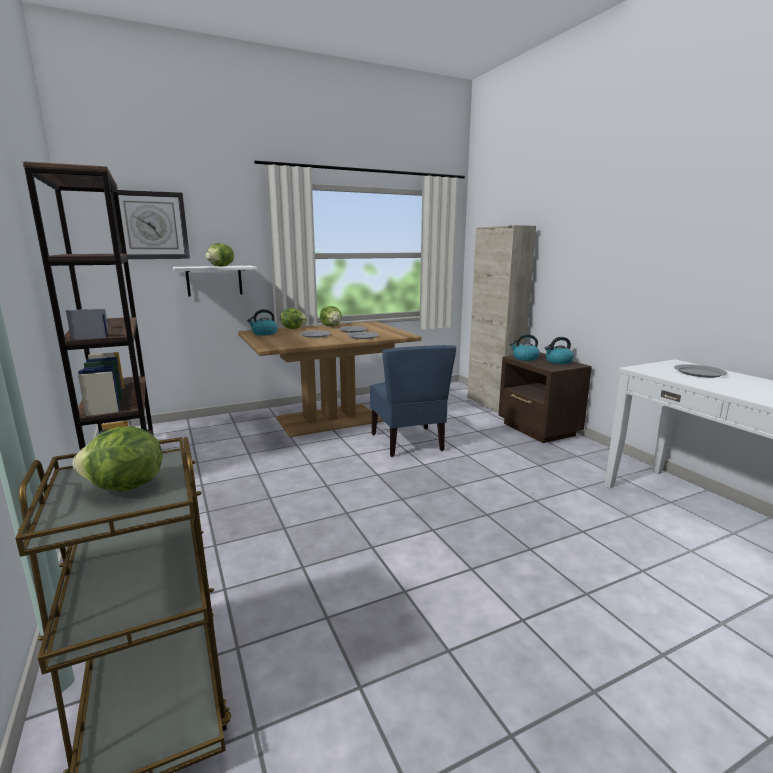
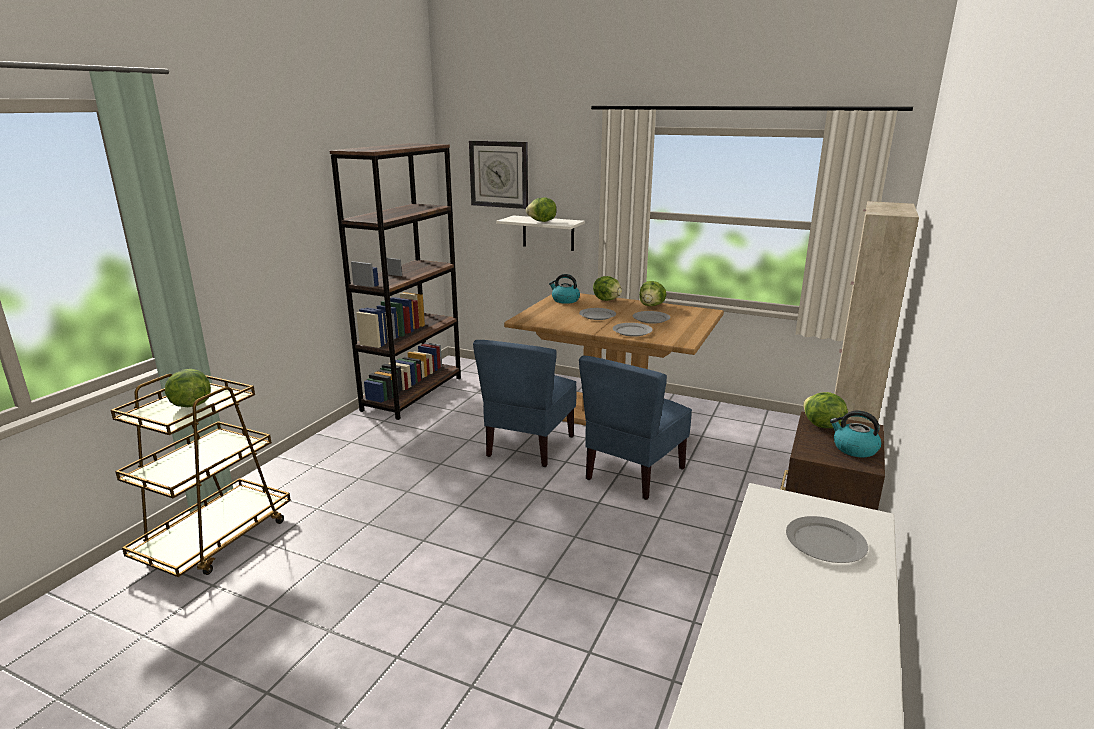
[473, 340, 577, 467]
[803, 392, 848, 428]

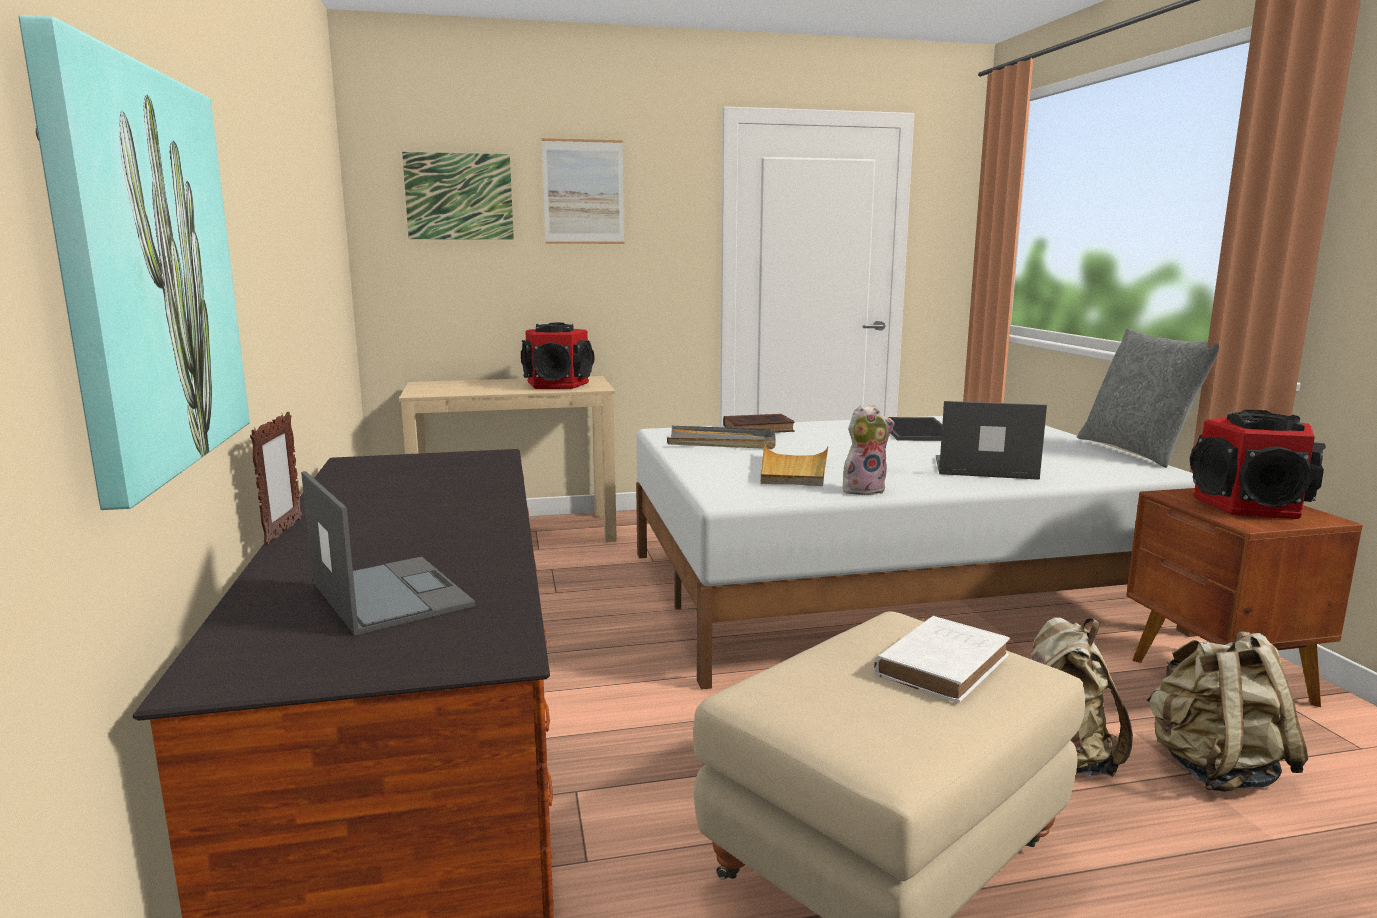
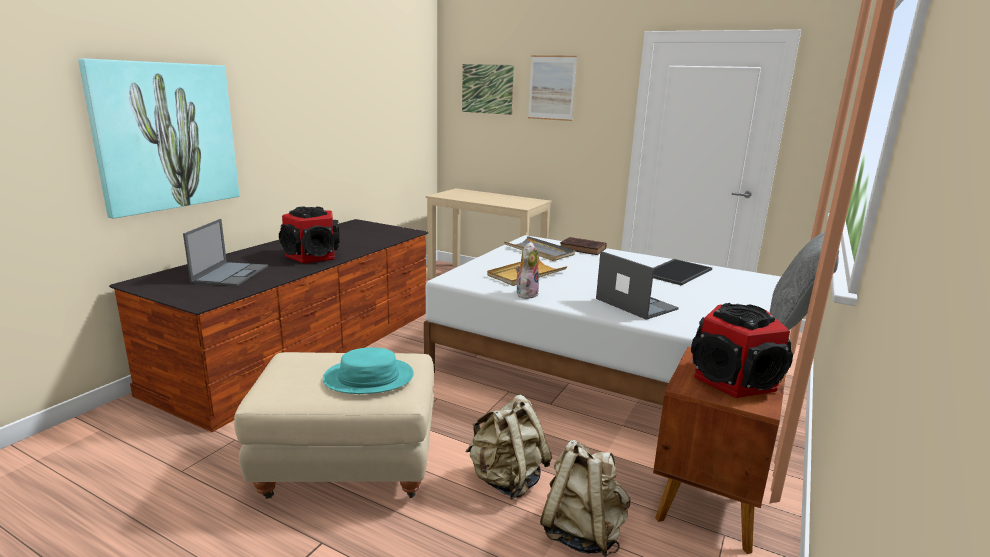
[279, 206, 340, 263]
[323, 347, 414, 394]
[516, 242, 539, 299]
[250, 412, 302, 545] (first image)

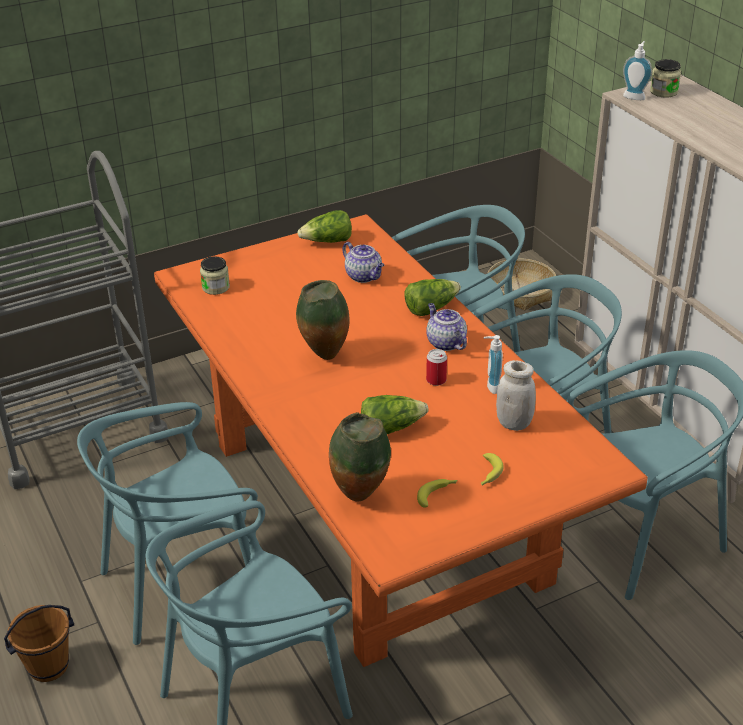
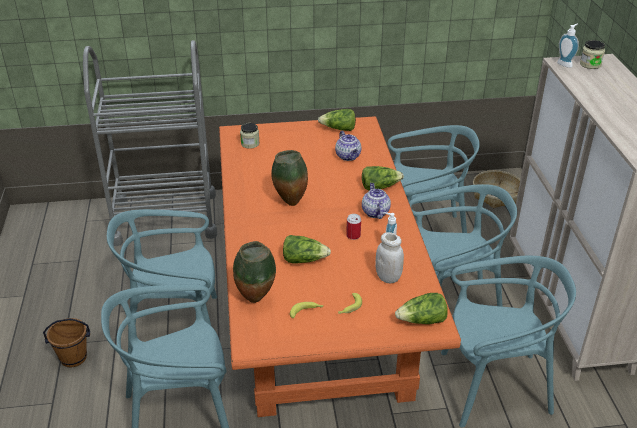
[395, 293, 448, 324]

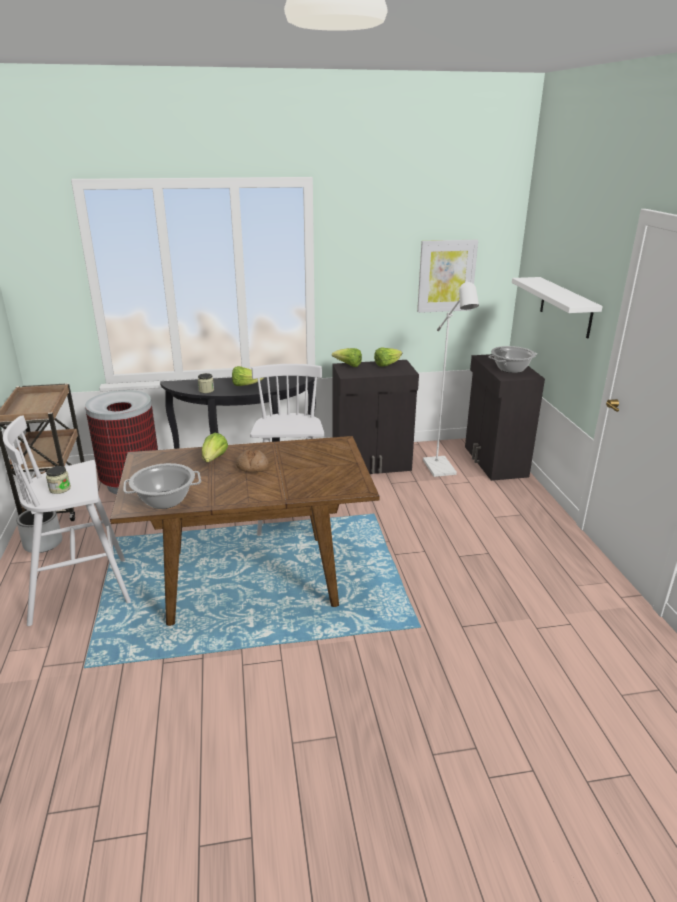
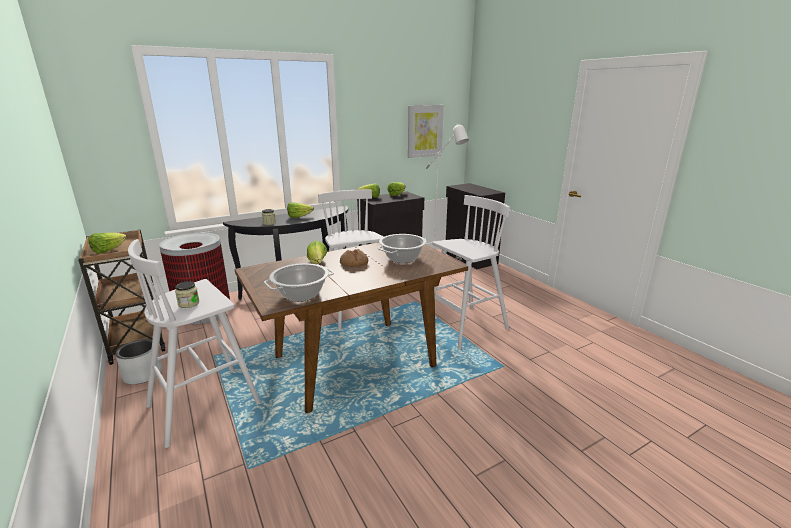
[89, 233, 126, 254]
[378, 234, 427, 263]
[432, 195, 510, 349]
[512, 277, 603, 338] (first image)

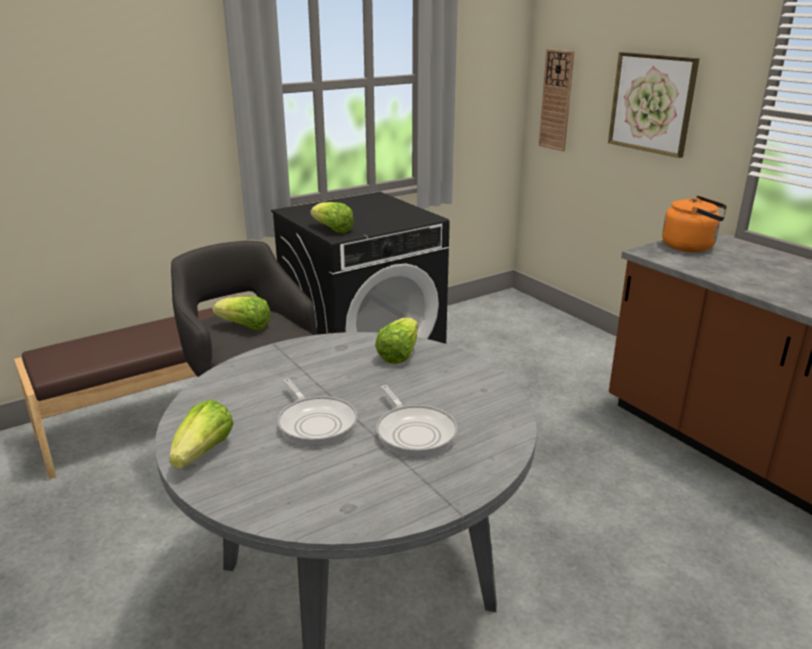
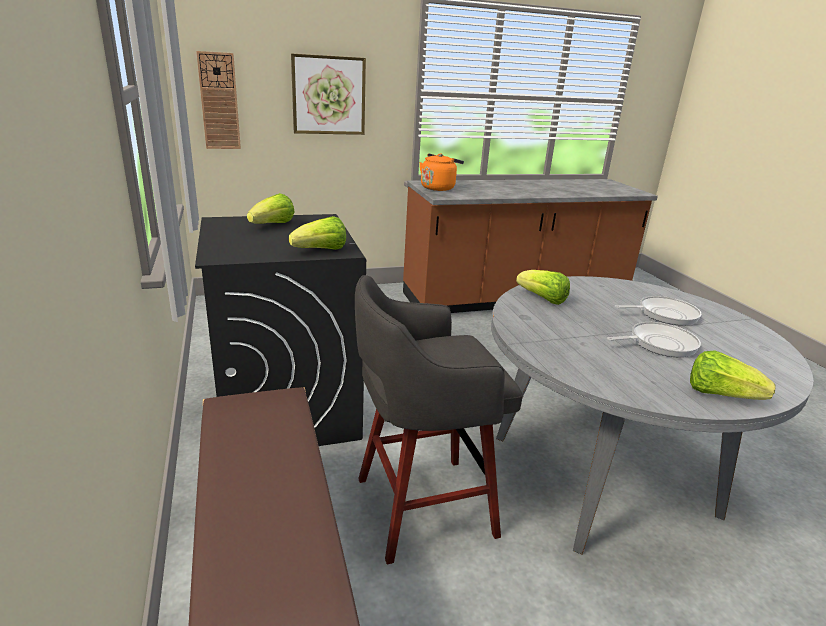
[247, 193, 294, 224]

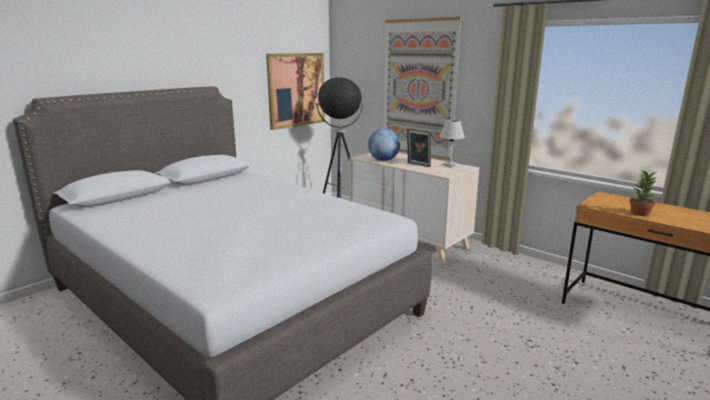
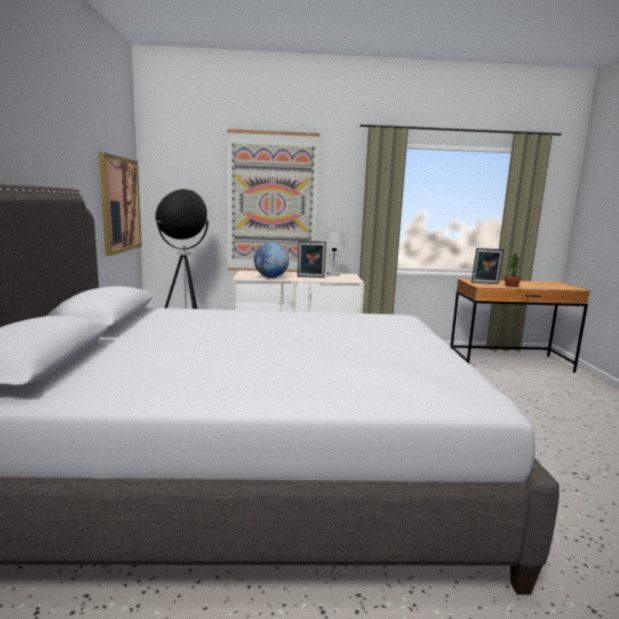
[471, 248, 504, 284]

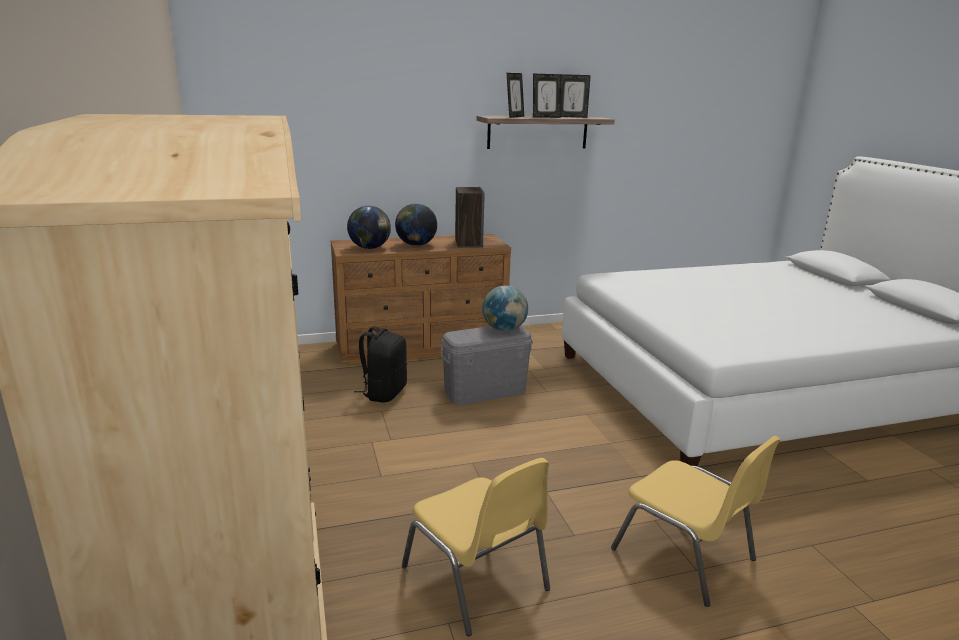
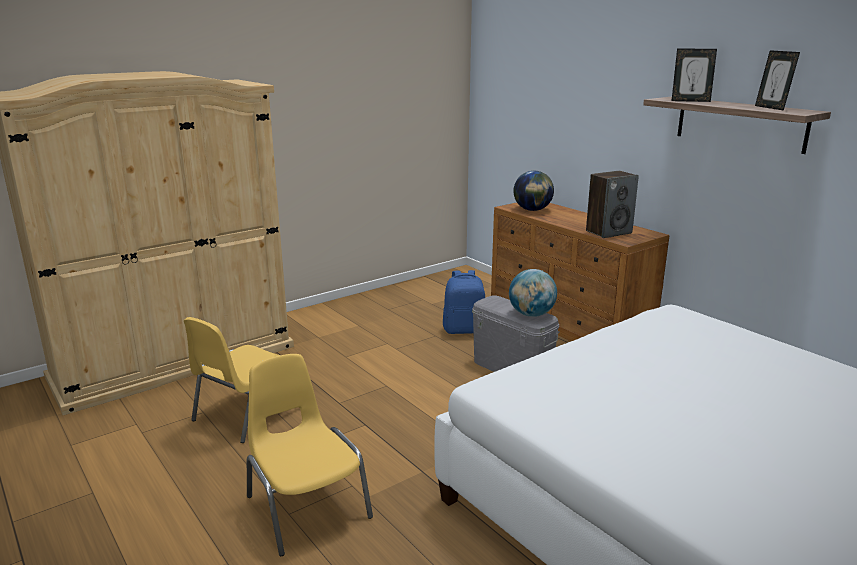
[247, 354, 373, 556]
[443, 270, 485, 334]
[395, 204, 437, 246] (first image)
[533, 74, 561, 118] (first image)

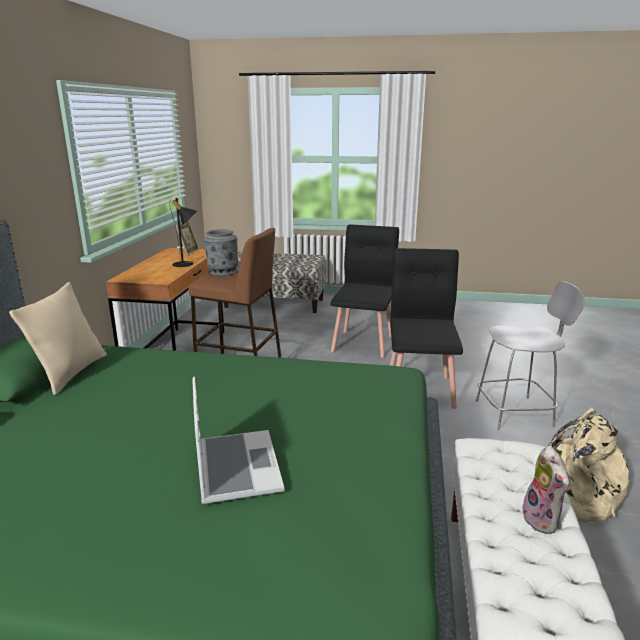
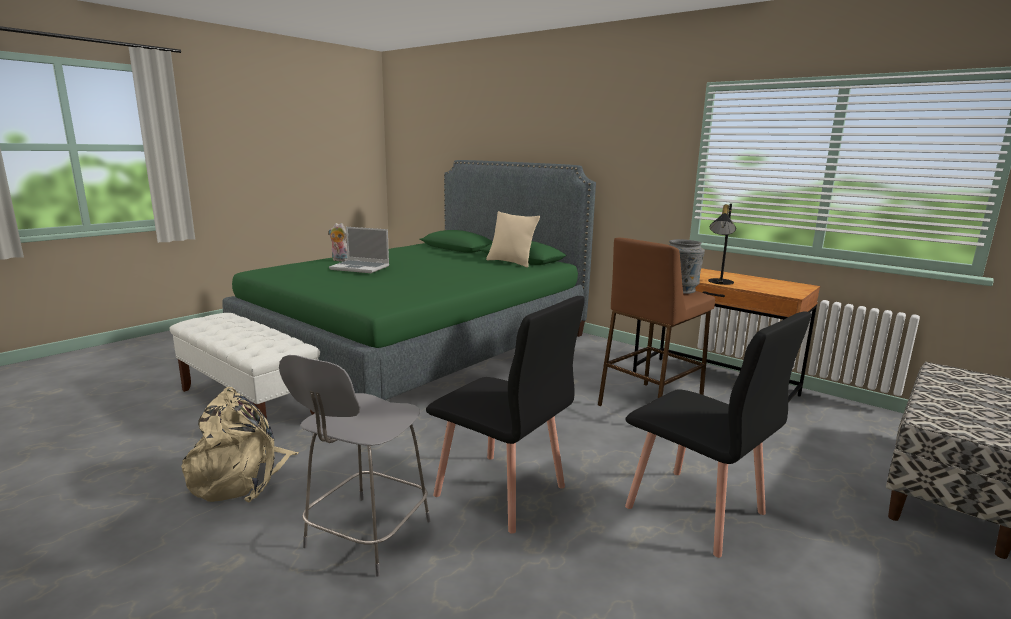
[329, 223, 348, 262]
[175, 220, 199, 255] (first image)

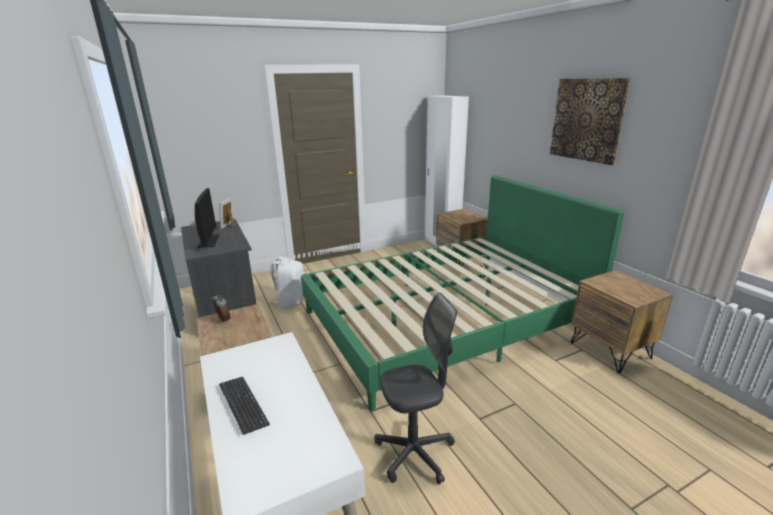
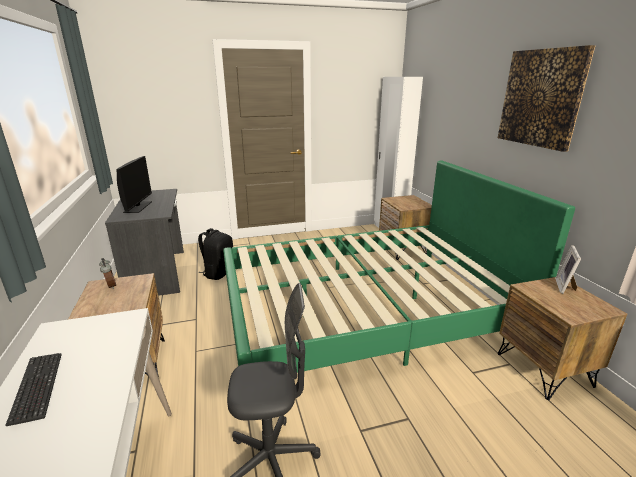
[198, 228, 233, 280]
[555, 245, 581, 294]

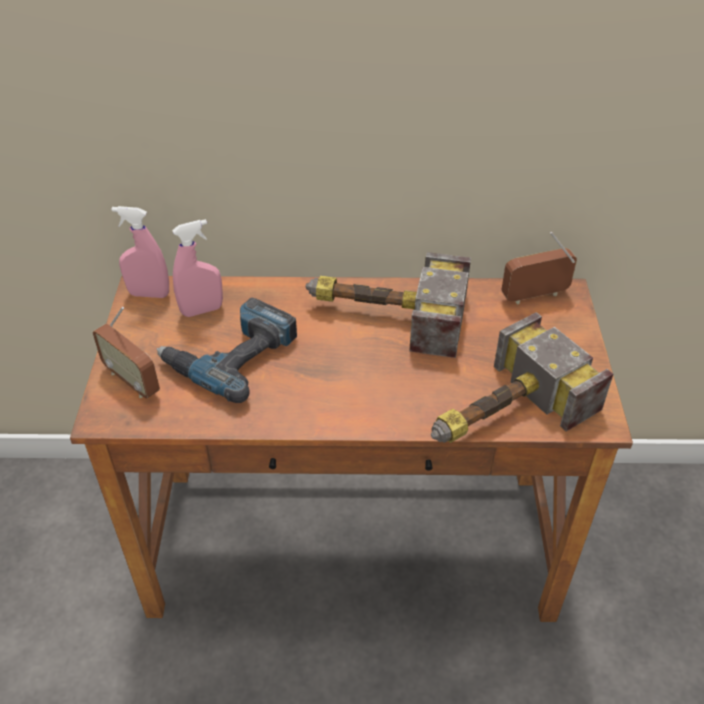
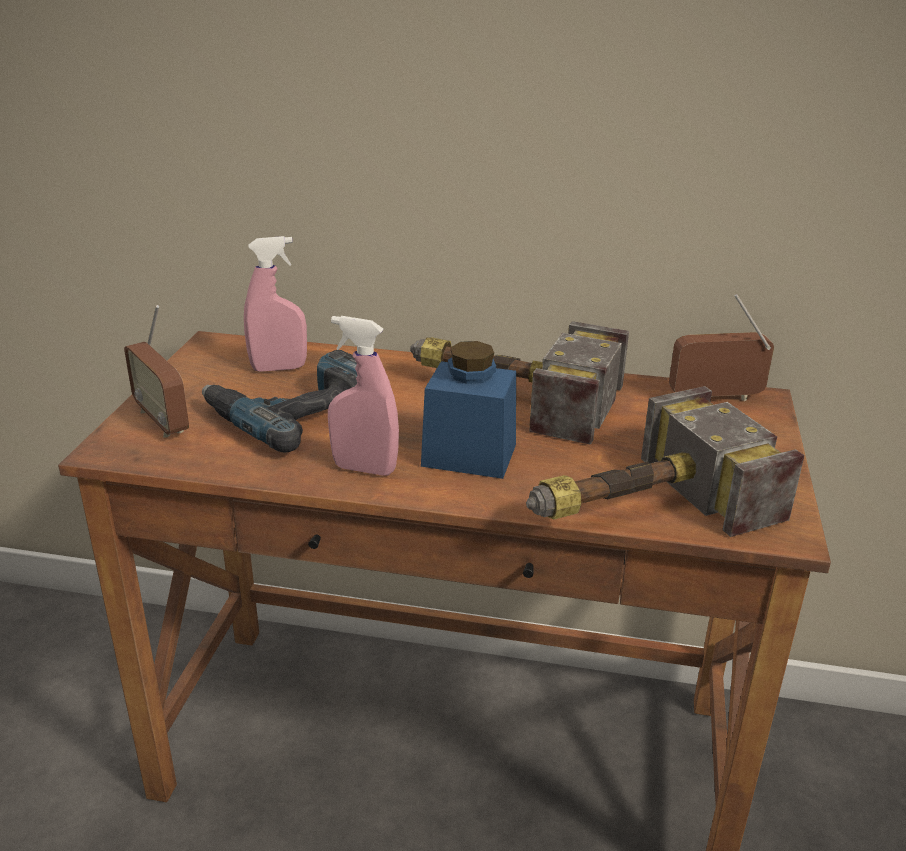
[328, 316, 399, 476]
[421, 341, 516, 479]

